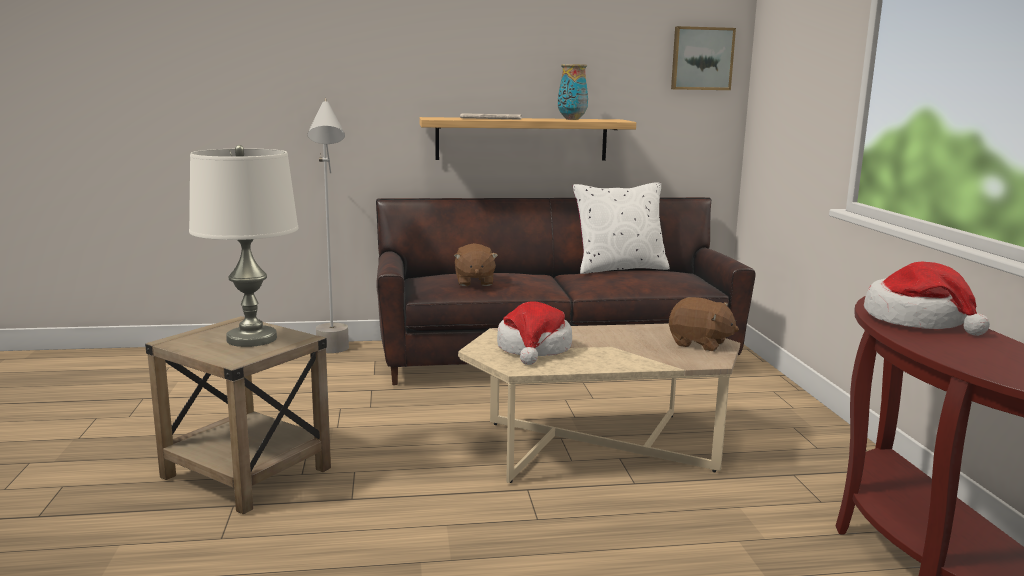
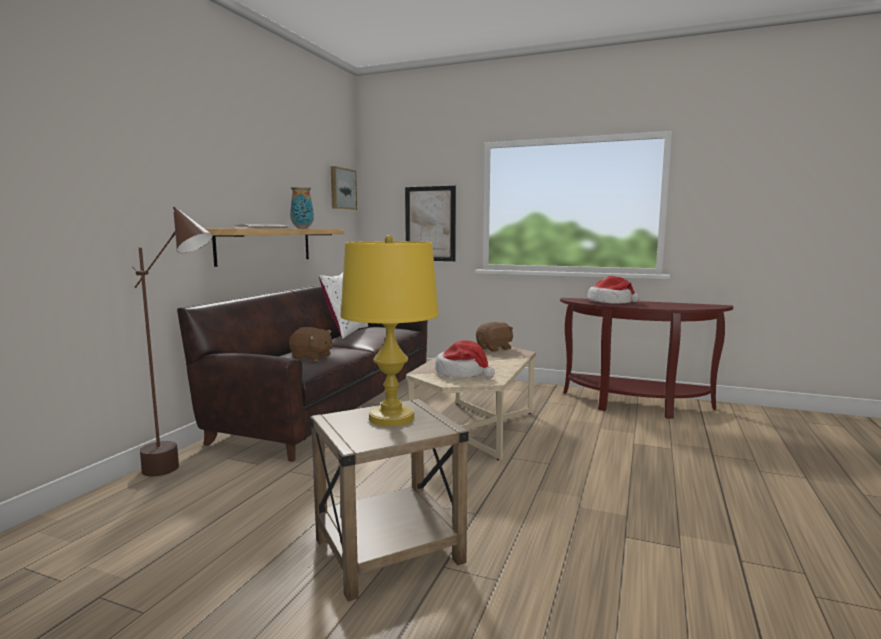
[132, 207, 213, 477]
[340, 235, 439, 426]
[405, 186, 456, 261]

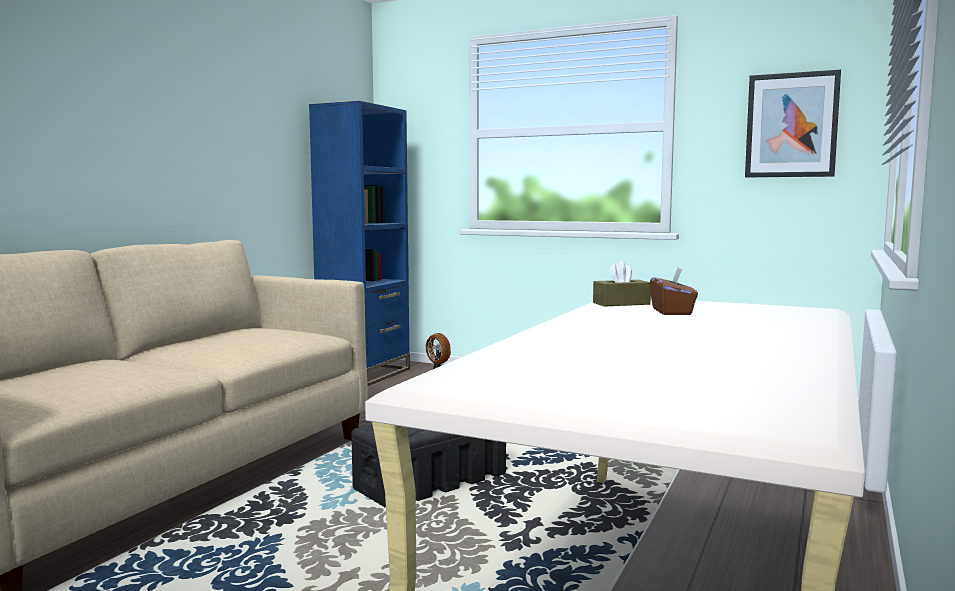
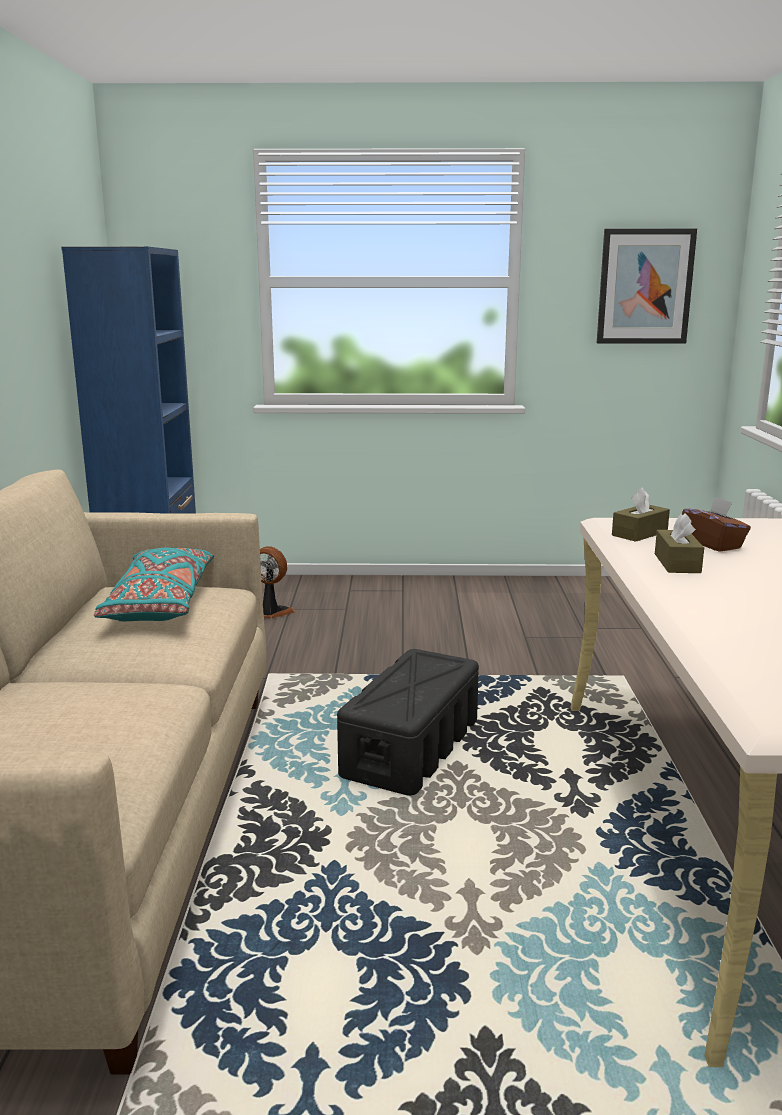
[94, 548, 215, 622]
[655, 513, 704, 573]

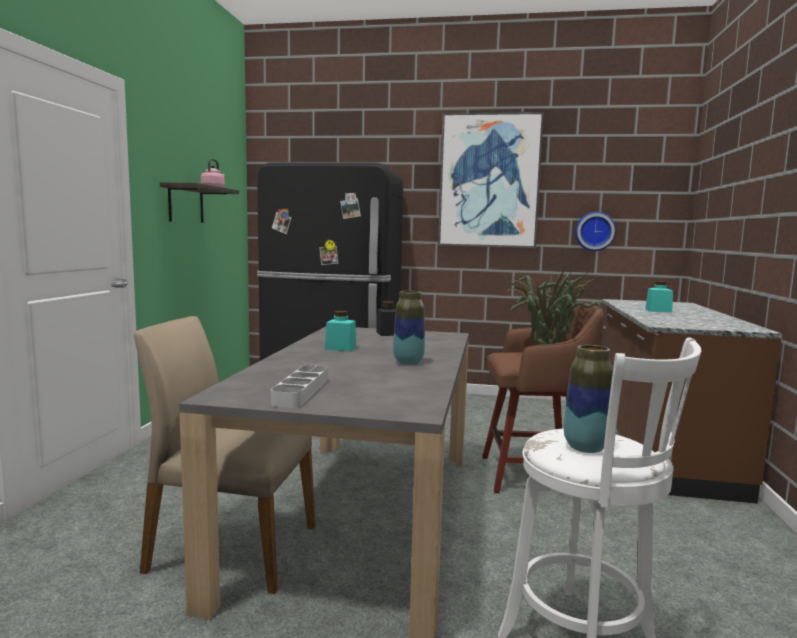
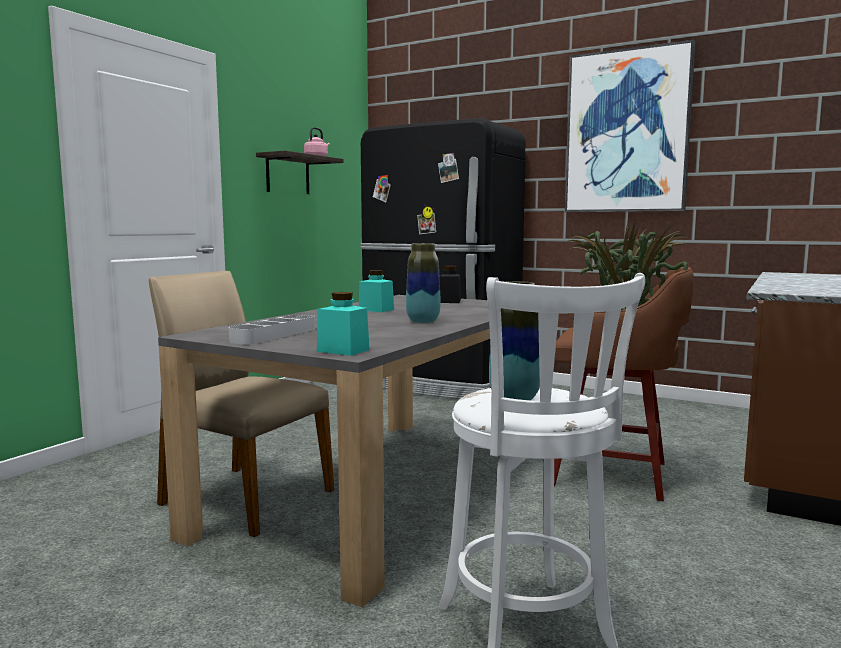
[317, 292, 370, 356]
[575, 212, 616, 251] (first image)

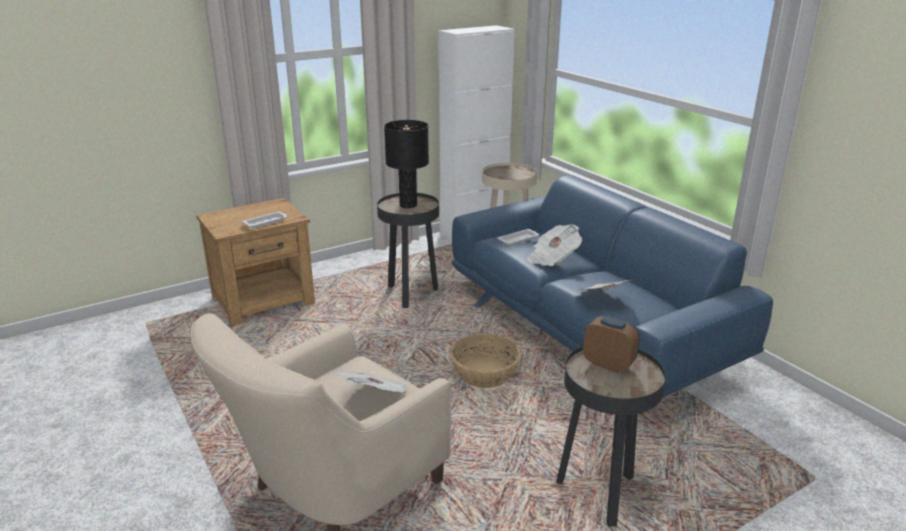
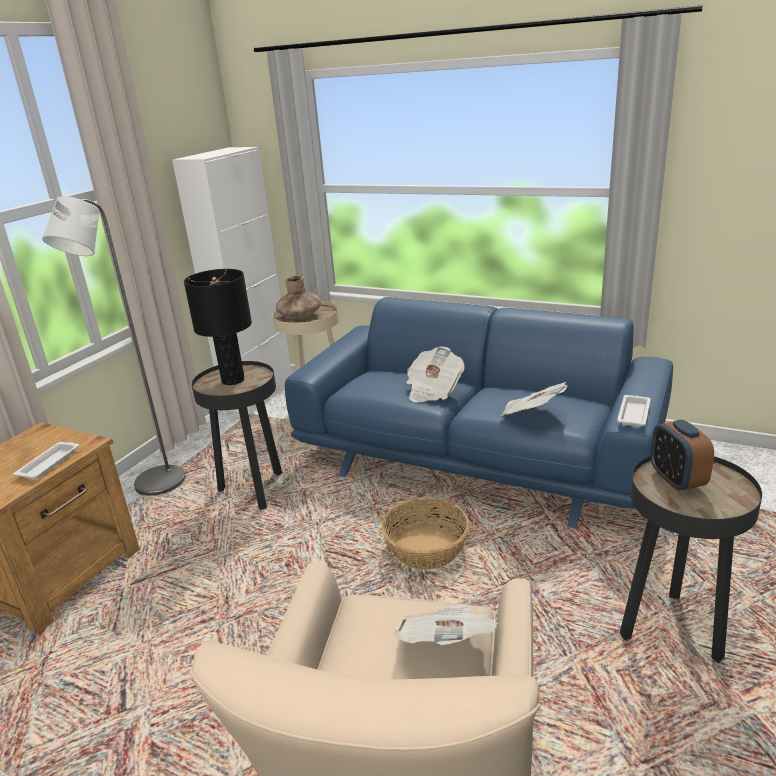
[42, 196, 185, 496]
[276, 275, 321, 319]
[617, 395, 651, 427]
[650, 420, 714, 491]

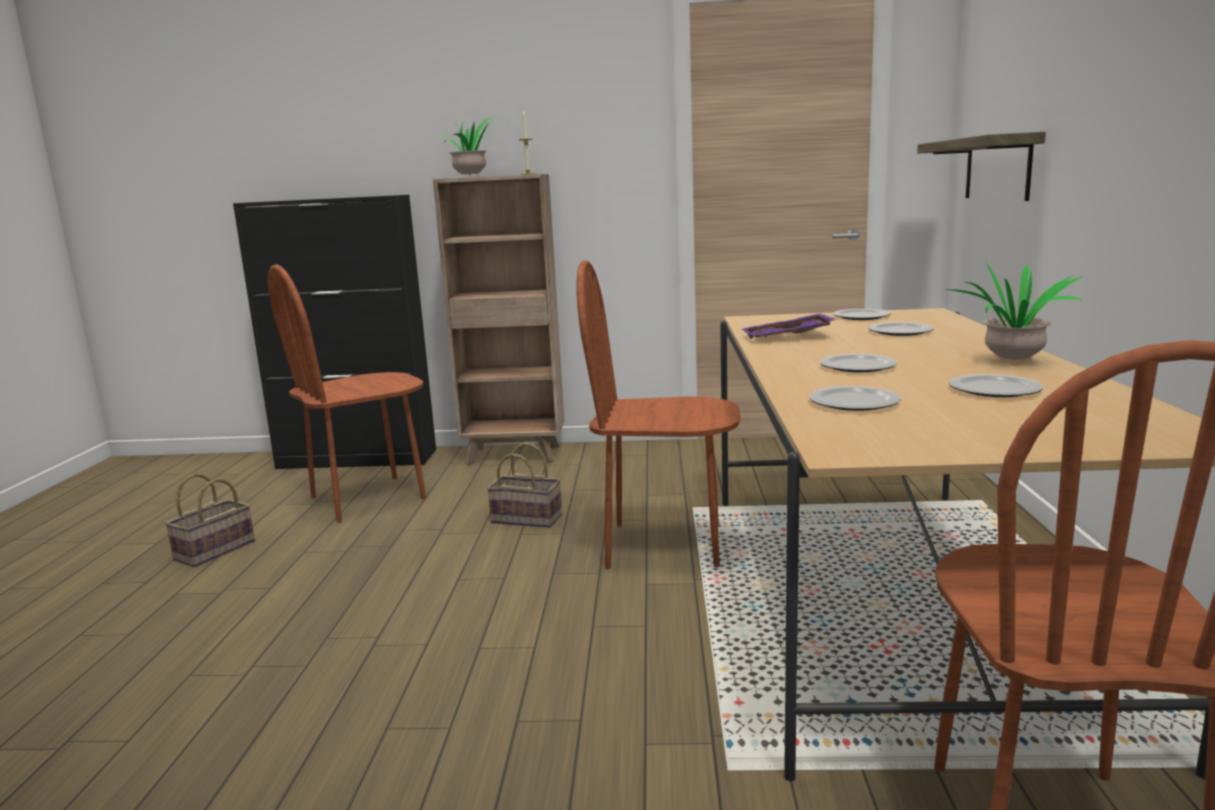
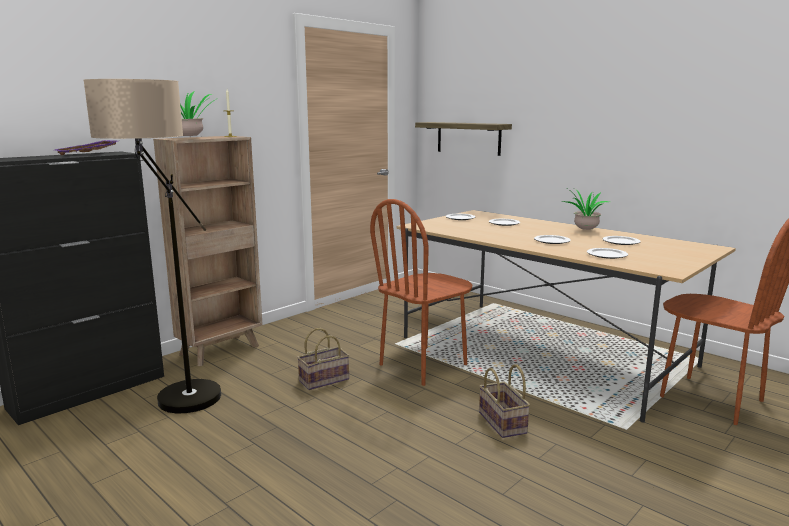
[55, 140, 117, 155]
[83, 79, 221, 414]
[479, 364, 530, 438]

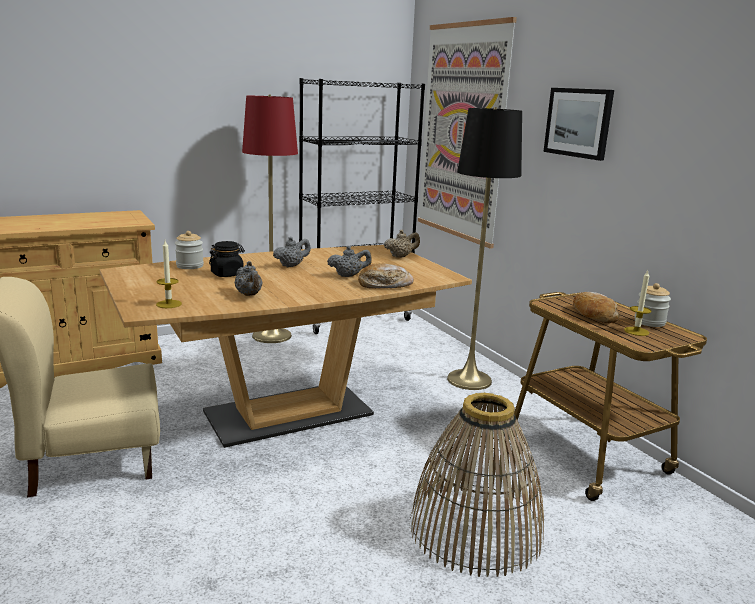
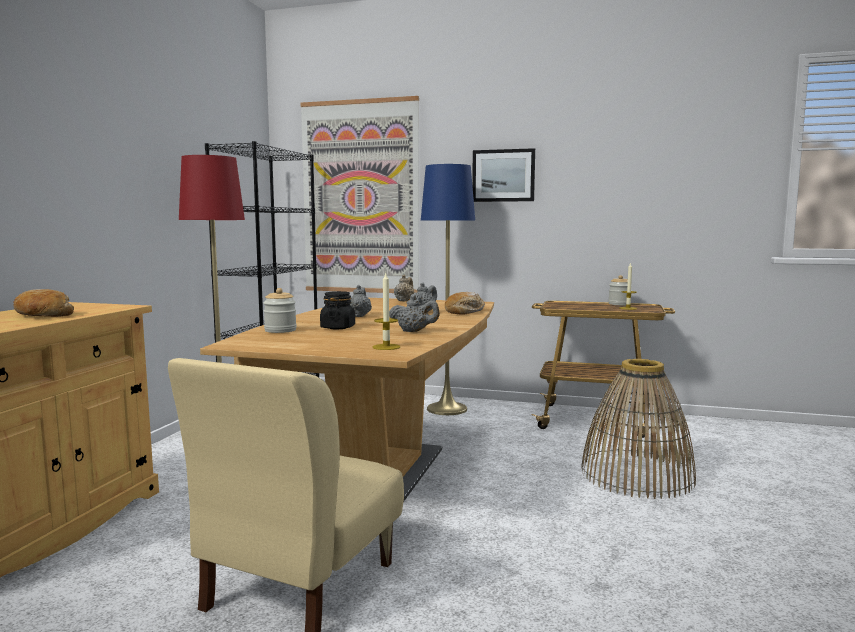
[13, 289, 74, 317]
[421, 164, 475, 415]

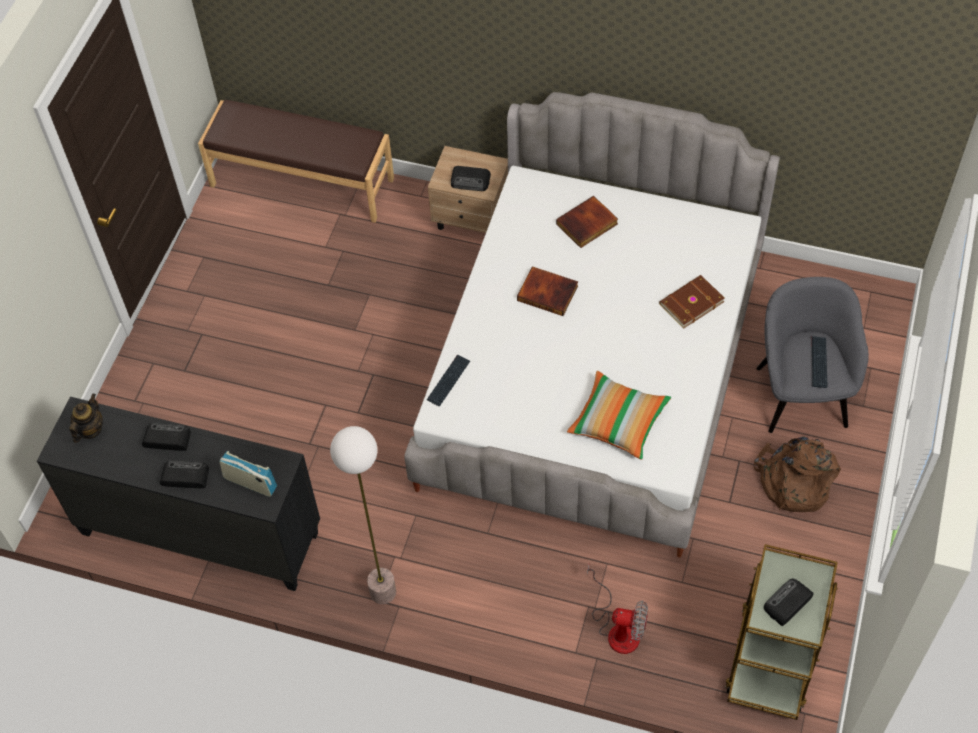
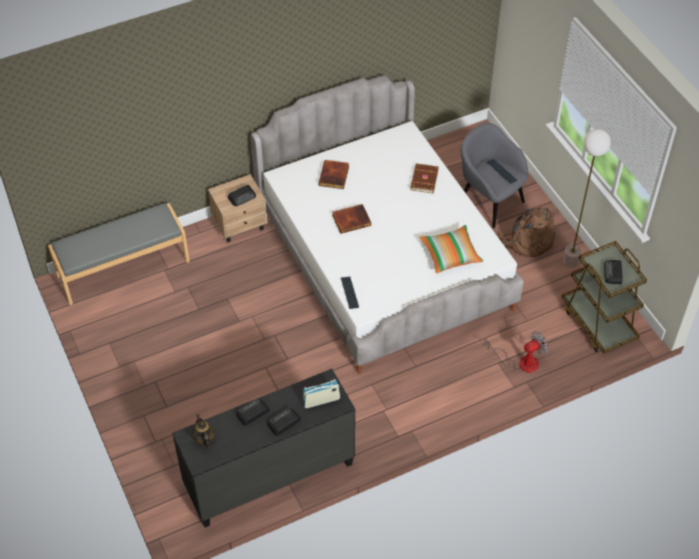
[48, 203, 190, 305]
[563, 129, 611, 268]

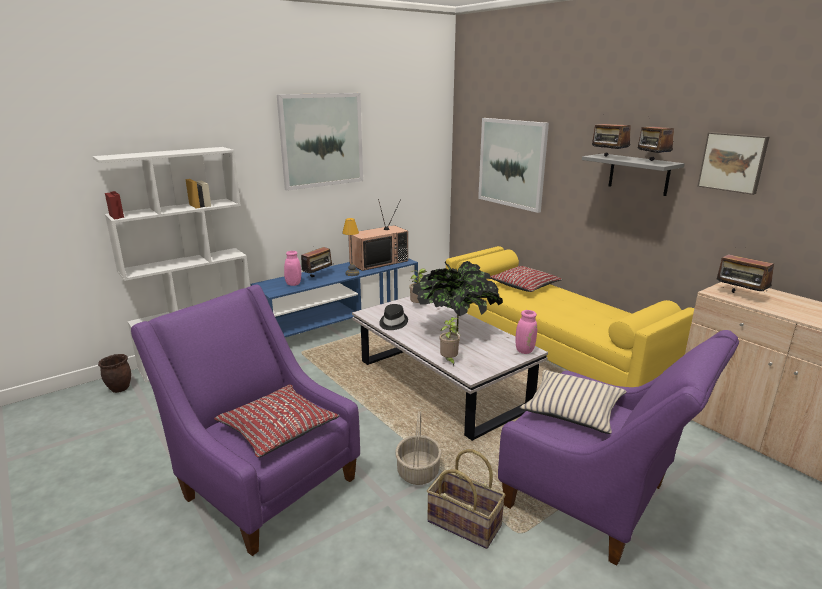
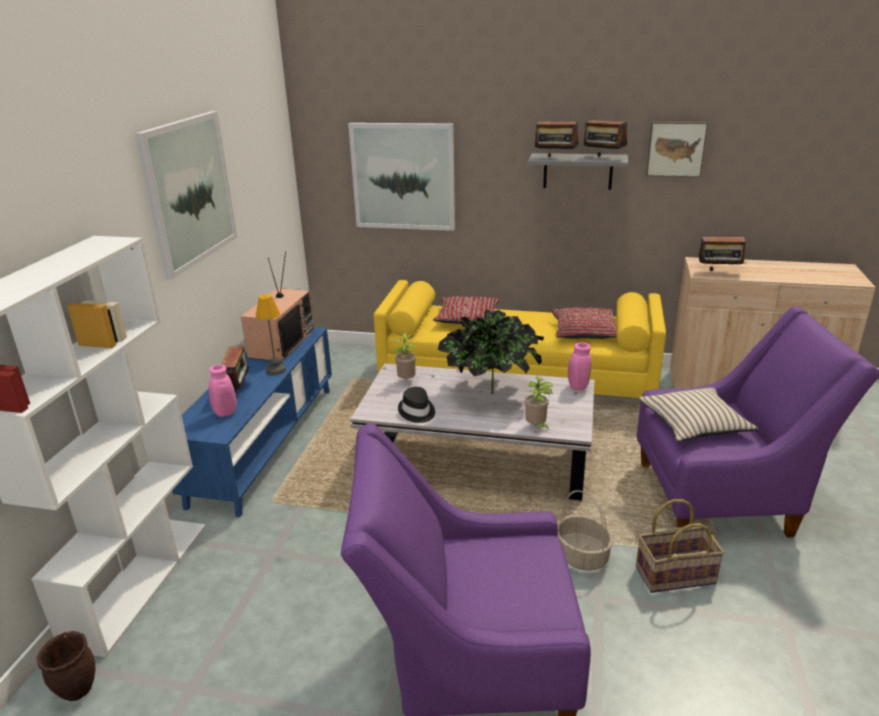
[551, 308, 617, 339]

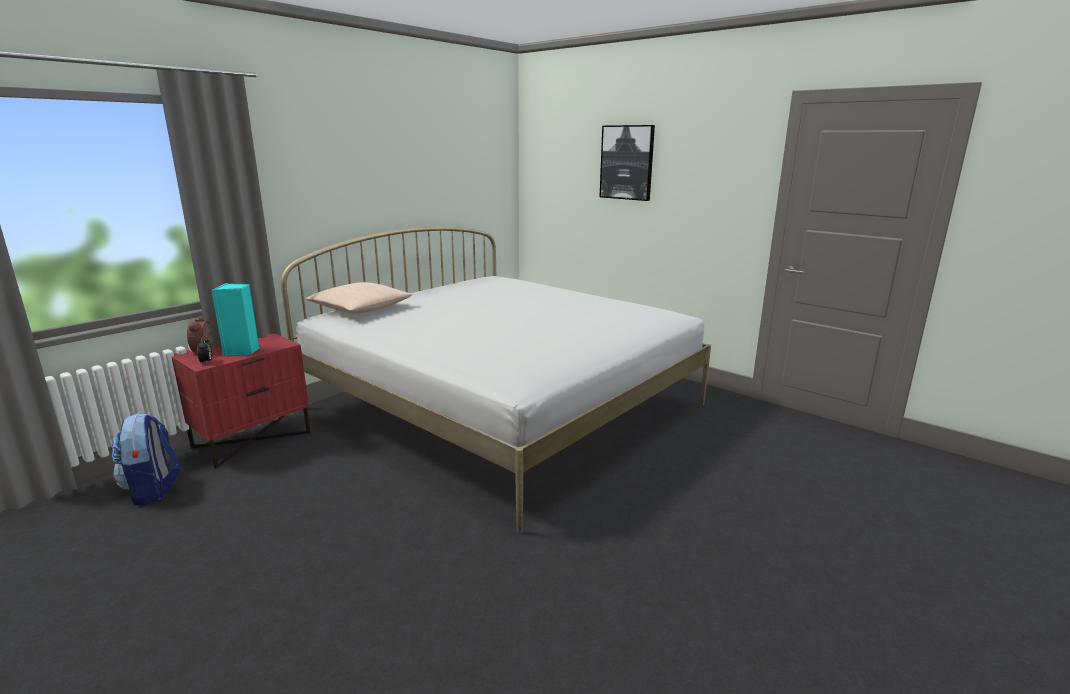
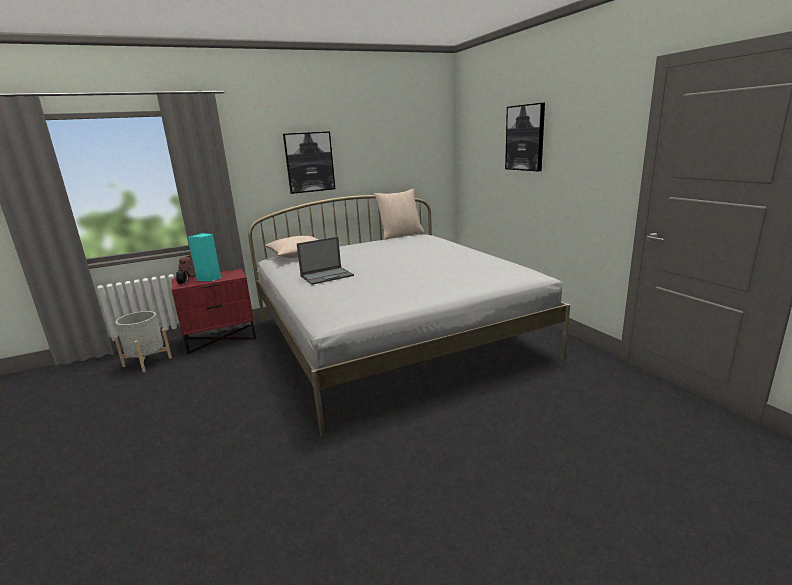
[114, 311, 172, 372]
[283, 131, 335, 194]
[297, 237, 354, 285]
[374, 189, 424, 240]

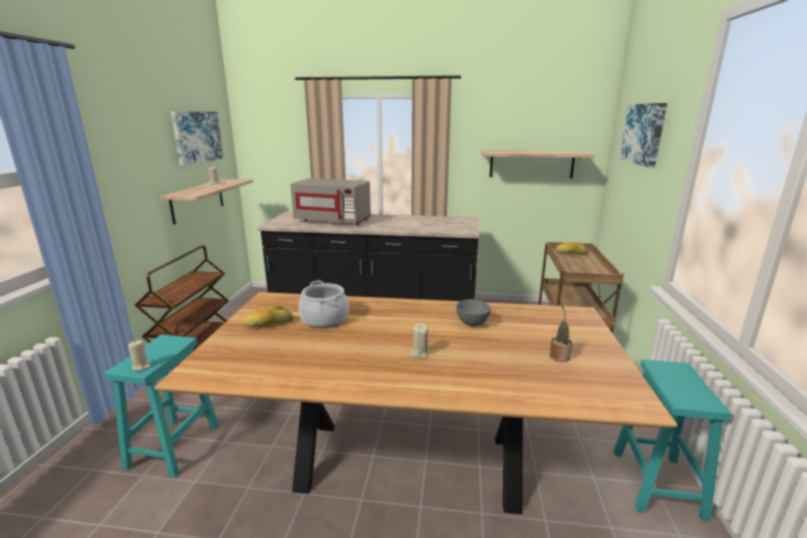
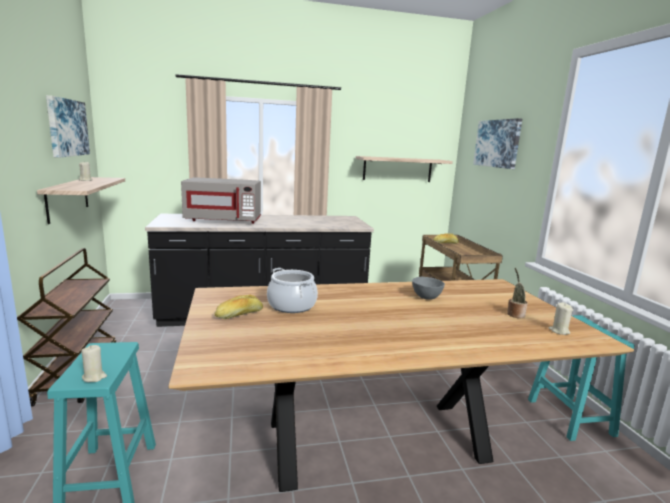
[549, 302, 573, 335]

